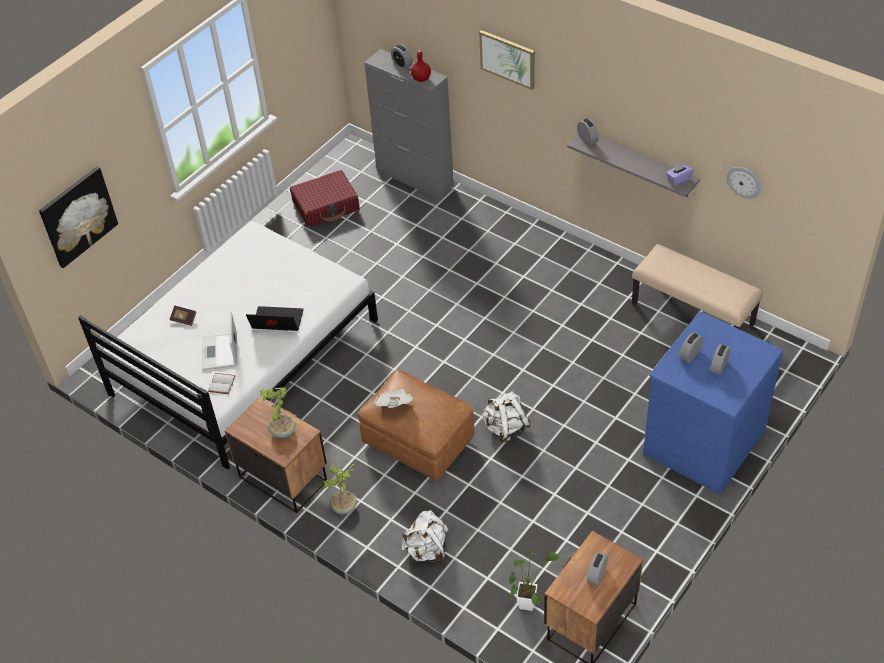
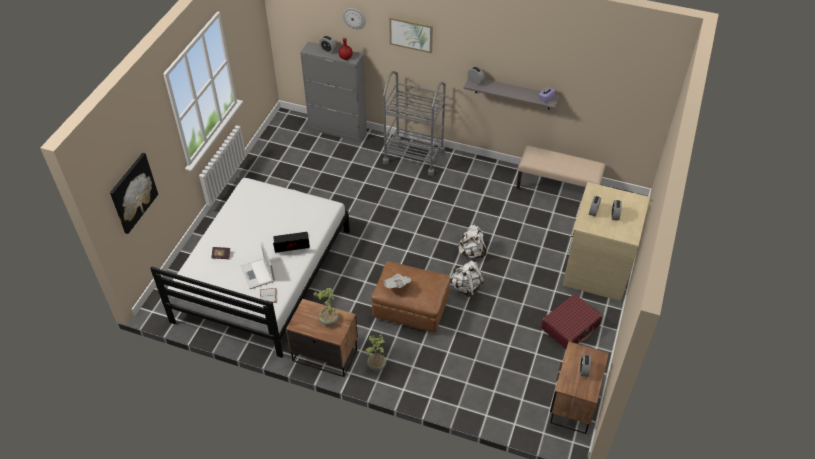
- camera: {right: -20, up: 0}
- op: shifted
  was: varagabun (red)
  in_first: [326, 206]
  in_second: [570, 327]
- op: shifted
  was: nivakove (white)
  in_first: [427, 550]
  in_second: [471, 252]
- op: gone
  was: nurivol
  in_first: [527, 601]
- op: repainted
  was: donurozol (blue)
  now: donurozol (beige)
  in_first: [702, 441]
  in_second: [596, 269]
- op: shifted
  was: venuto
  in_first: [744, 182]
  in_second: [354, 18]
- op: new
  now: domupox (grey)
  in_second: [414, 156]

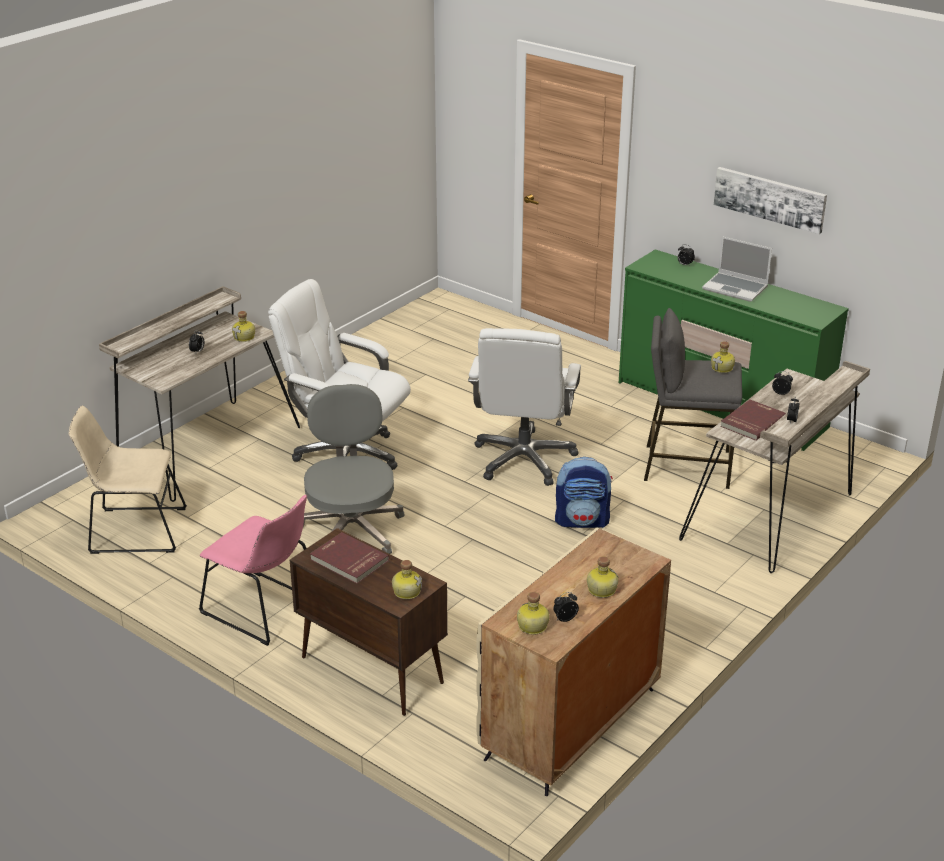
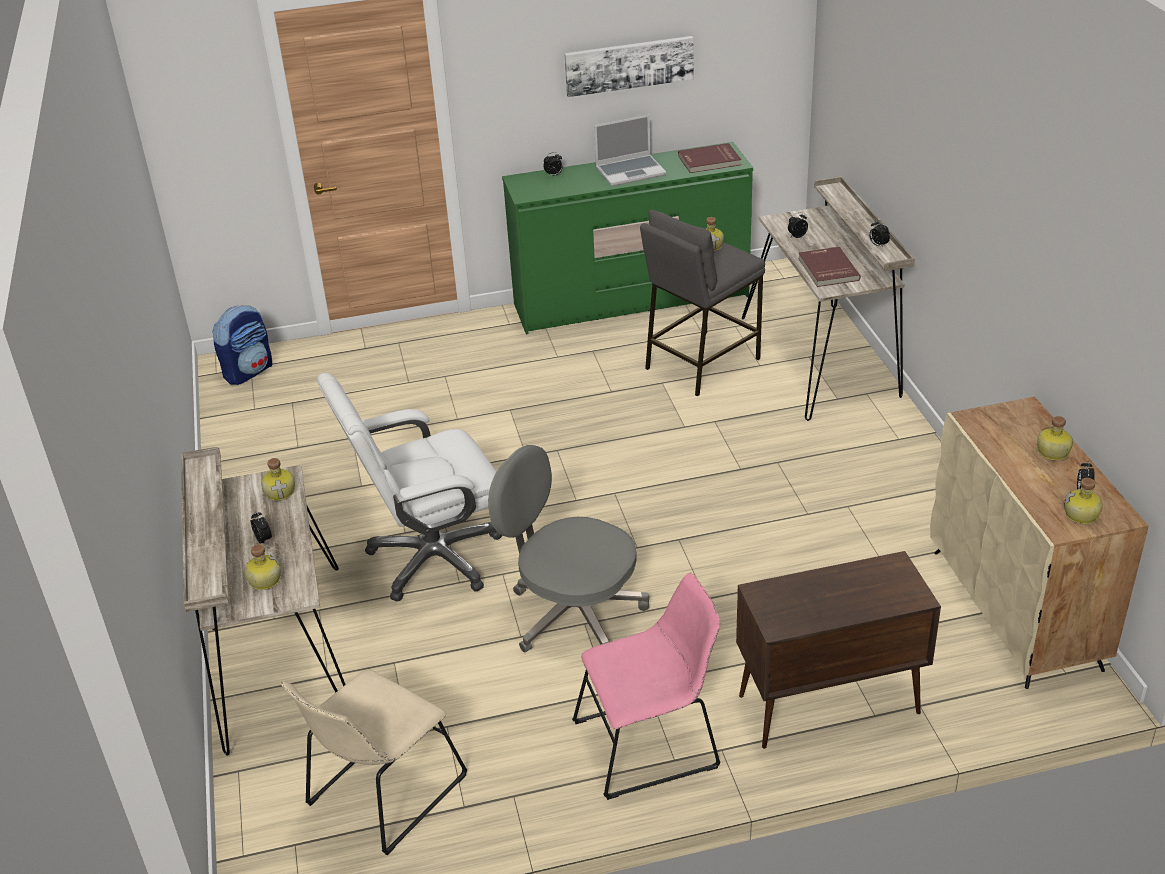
- camera: {right: -50, up: 5}
- op: shifted
  was: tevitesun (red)
  in_first: [348, 561]
  in_second: [709, 161]
- op: shifted
  was: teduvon
  in_first: [406, 591]
  in_second: [264, 580]
- op: gone
  was: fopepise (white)
  in_first: [524, 459]
- op: shifted
  was: nivakove
  in_first: [582, 521]
  in_second: [249, 371]

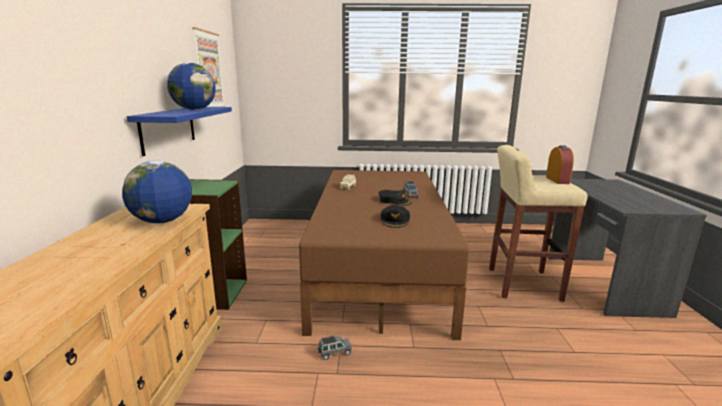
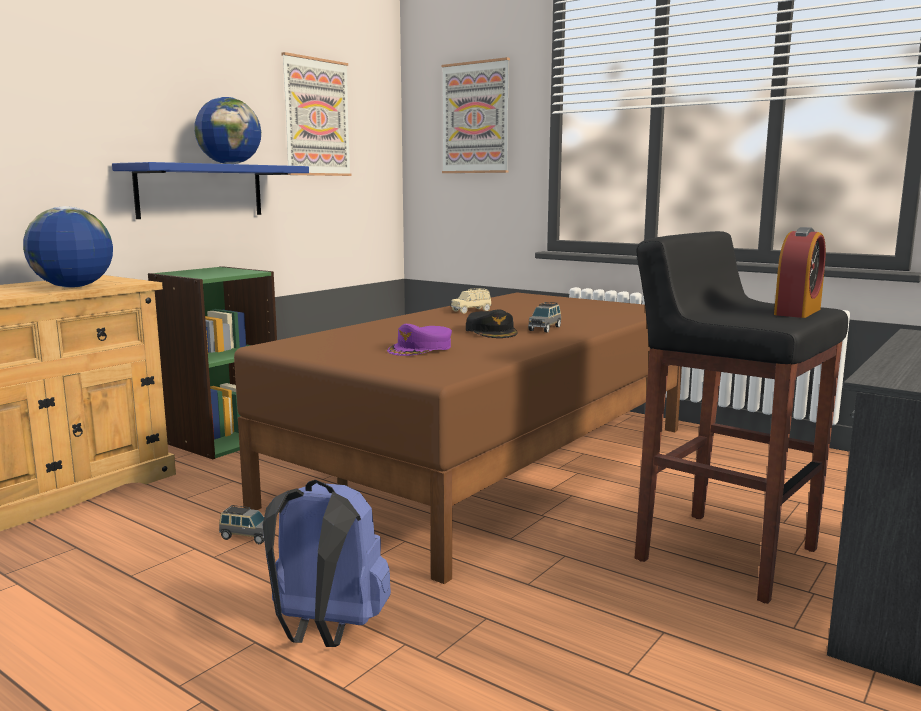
- camera: {right: 35, up: -5}
- op: repainted
  was: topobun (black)
  now: topobun (purple)
  in_first: [395, 220]
  in_second: [420, 349]
- op: repainted
  was: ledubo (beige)
  now: ledubo (black)
  in_first: [522, 284]
  in_second: [723, 553]
- op: new
  now: nivakove (blue)
  in_second: [325, 631]
- op: new
  now: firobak
  in_second: [475, 118]

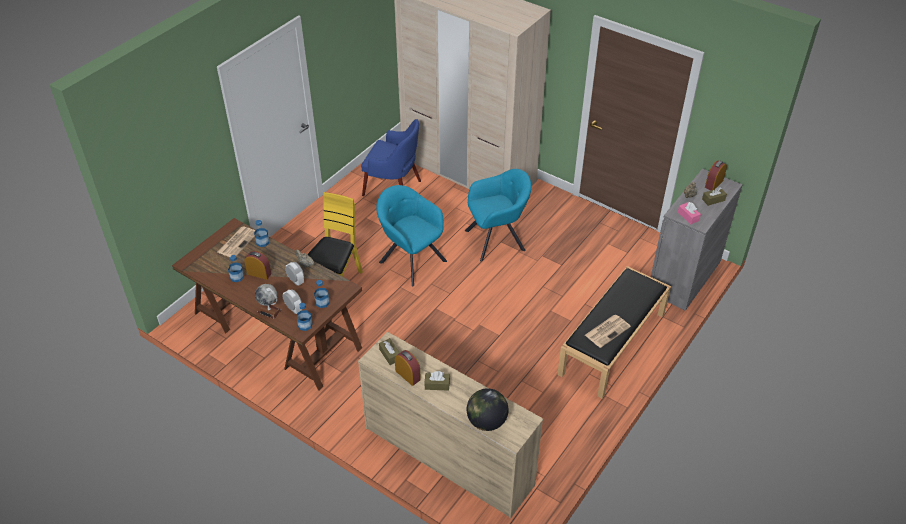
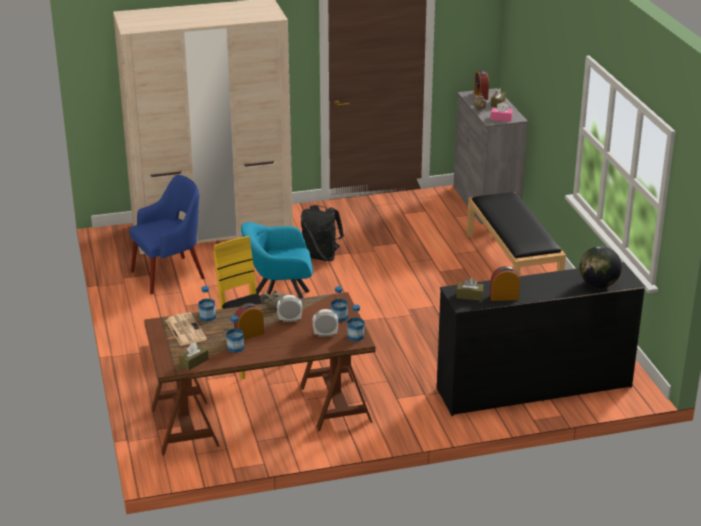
- camera: {right: -50, up: -15}
- op: gone
  was: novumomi
  in_first: [269, 311]
- op: repainted
  was: donurozol (beige)
  now: donurozol (black)
  in_first: [448, 455]
  in_second: [533, 387]
- op: shifted
  was: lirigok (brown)
  in_first: [437, 385]
  in_second: [194, 362]
- op: swapped
  was: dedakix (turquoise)
  now: nivakove (black)
  in_first: [497, 239]
  in_second: [321, 256]
- op: gone
  was: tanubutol
  in_first: [607, 330]

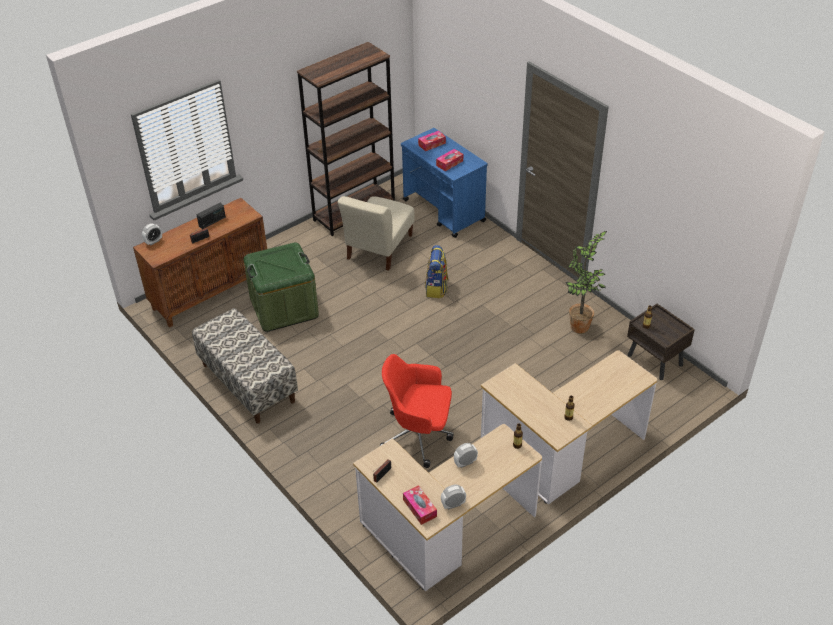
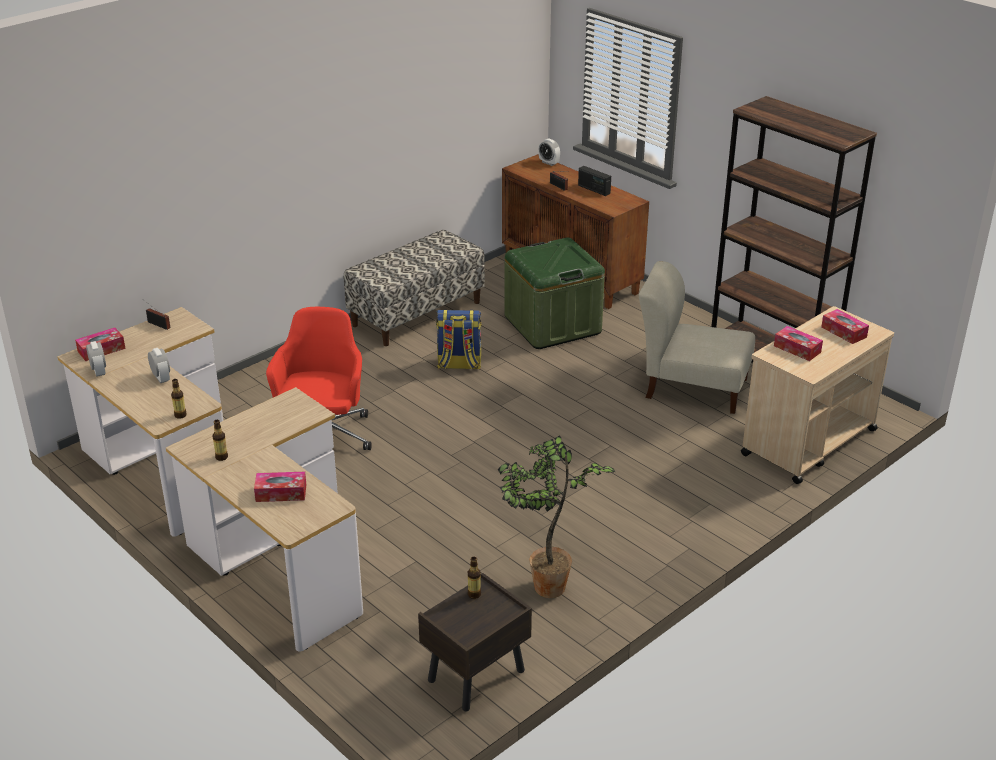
- camera: {right: 85, up: -10}
- op: repainted
  was: domupox (blue)
  now: domupox (beige)
  in_first: [444, 211]
  in_second: [808, 442]
- op: shifted
  was: nivakove
  in_first: [436, 288]
  in_second: [459, 365]
- op: new
  now: lirigok
  in_second: [281, 493]

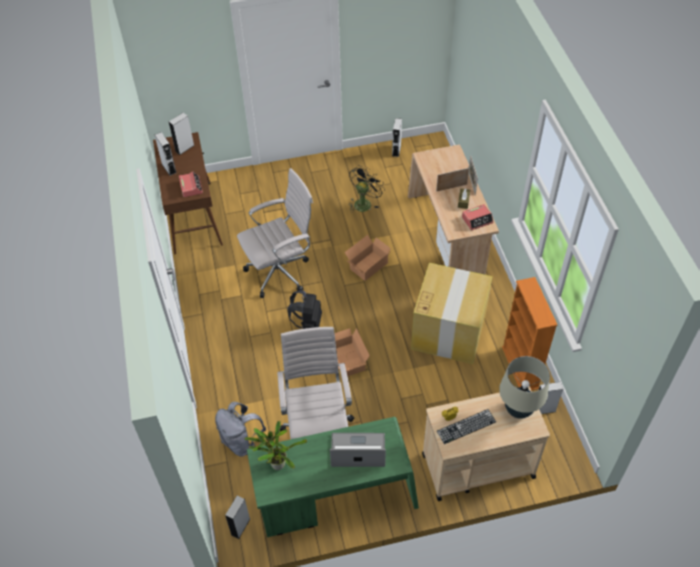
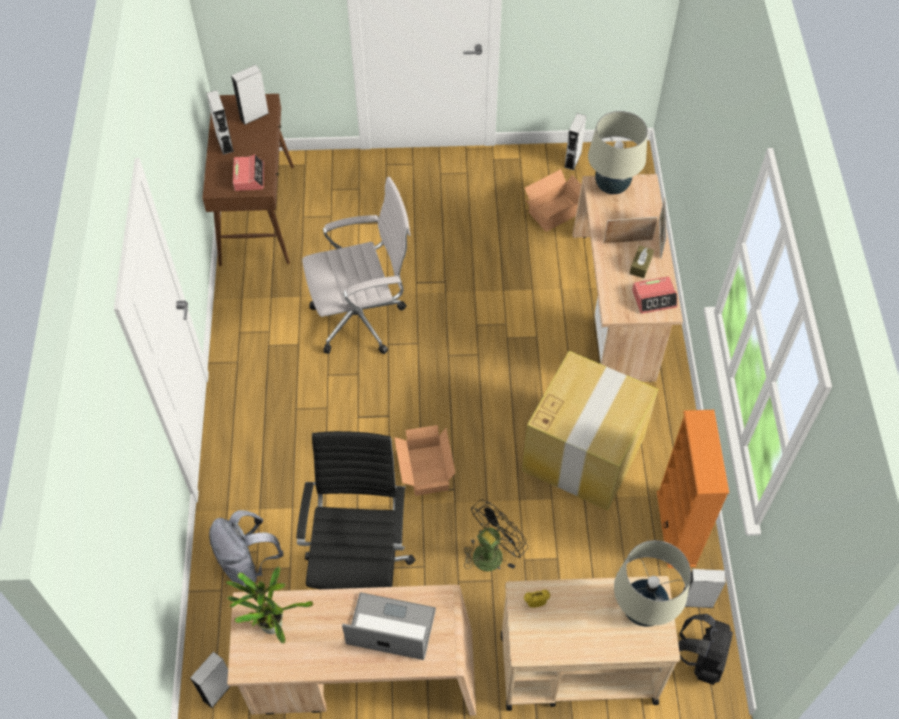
- camera: {right: 10, up: 5}
- op: repainted
  was: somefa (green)
  now: somefa (beige)
  in_first: [336, 499]
  in_second: [362, 677]
- op: repainted
  was: fopepise (white)
  now: fopepise (black)
  in_first: [318, 431]
  in_second: [359, 569]
- op: shifted
  was: nivakove (black)
  in_first: [308, 324]
  in_second: [701, 659]
- op: shifted
  was: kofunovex
  in_first: [367, 265]
  in_second: [553, 212]
- op: shifted
  was: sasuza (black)
  in_first: [364, 202]
  in_second: [491, 551]
- op: gone
  was: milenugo
  in_first: [466, 426]
- op: new
  now: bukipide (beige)
  in_second: [611, 186]

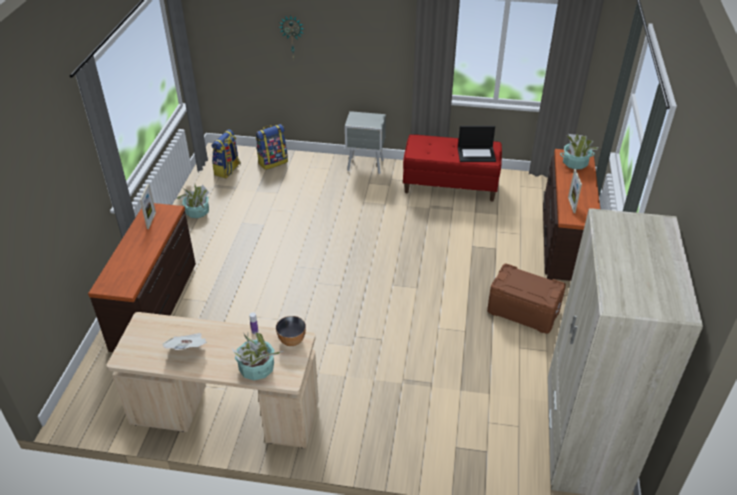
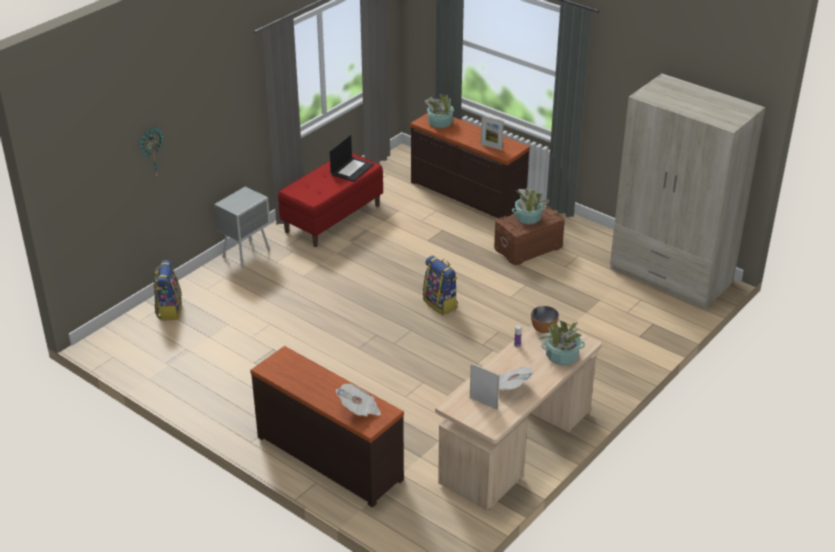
- camera: {right: -60, up: -5}
- op: shifted
  was: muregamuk
  in_first: [151, 220]
  in_second: [483, 403]
- op: shifted
  was: nurivol
  in_first: [197, 212]
  in_second: [528, 218]
- op: shifted
  was: nivakove
  in_first: [228, 170]
  in_second: [441, 304]
- op: new
  now: tanubutol
  in_second: [359, 410]

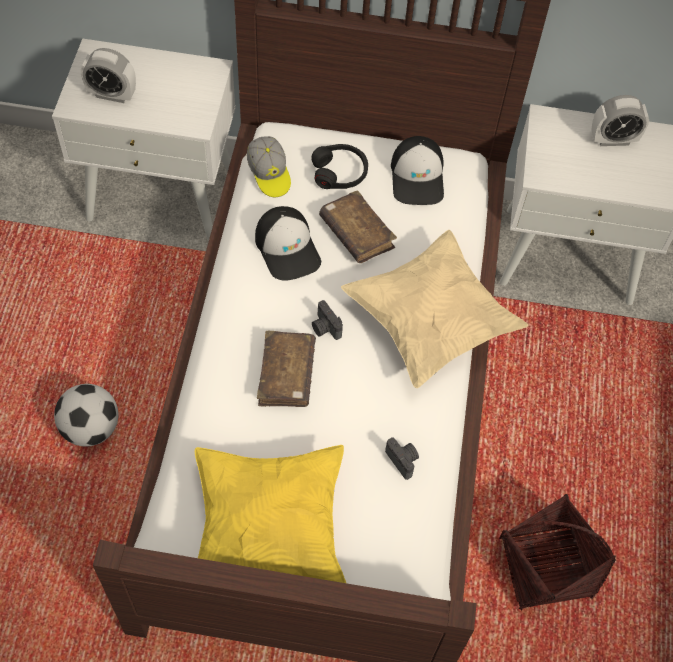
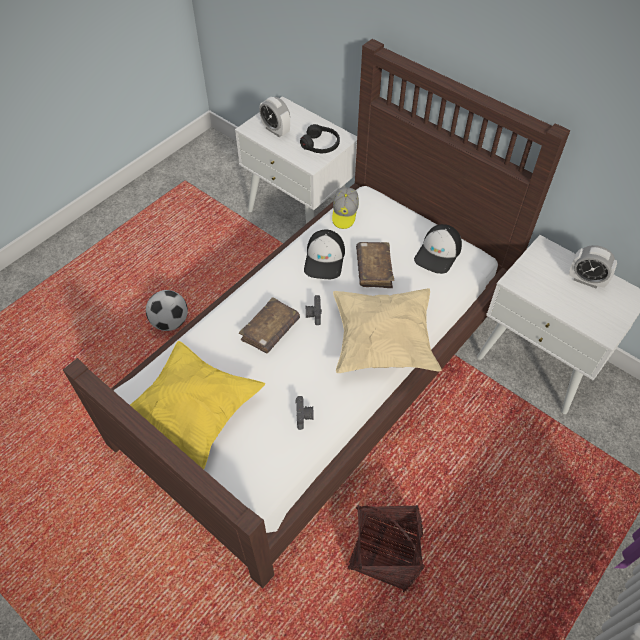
- camera: {right: 35, up: -5}
- op: shifted
  was: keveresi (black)
  in_first: [339, 172]
  in_second: [320, 145]

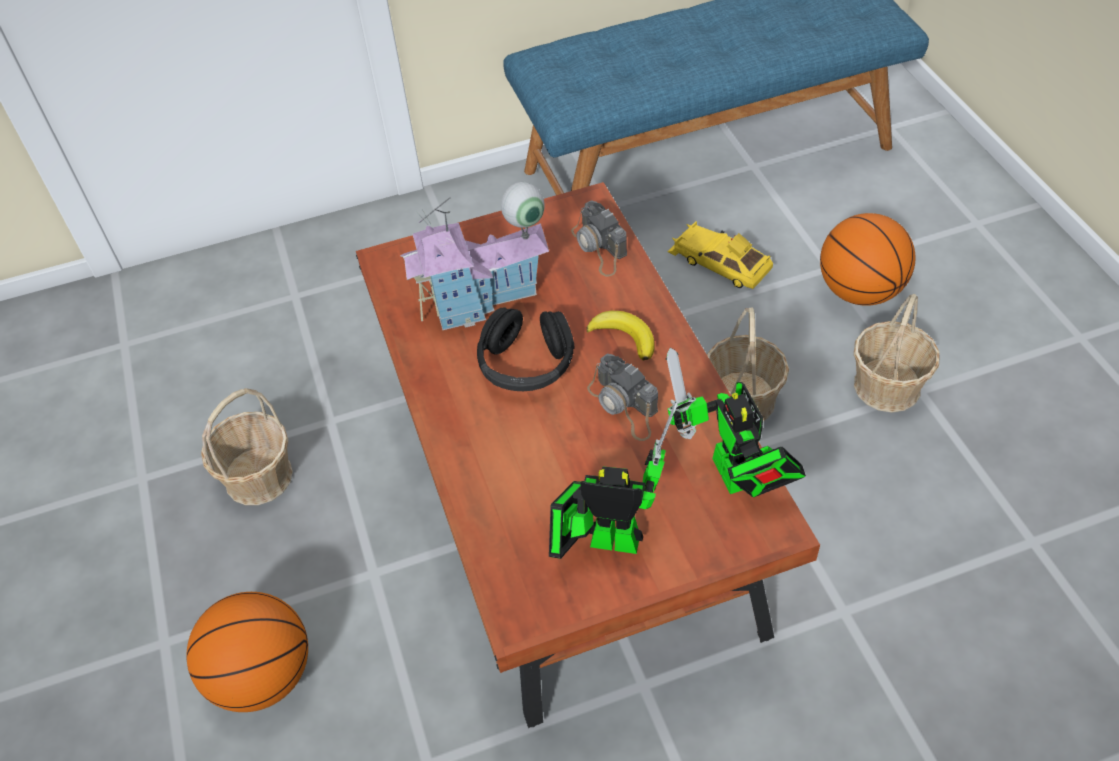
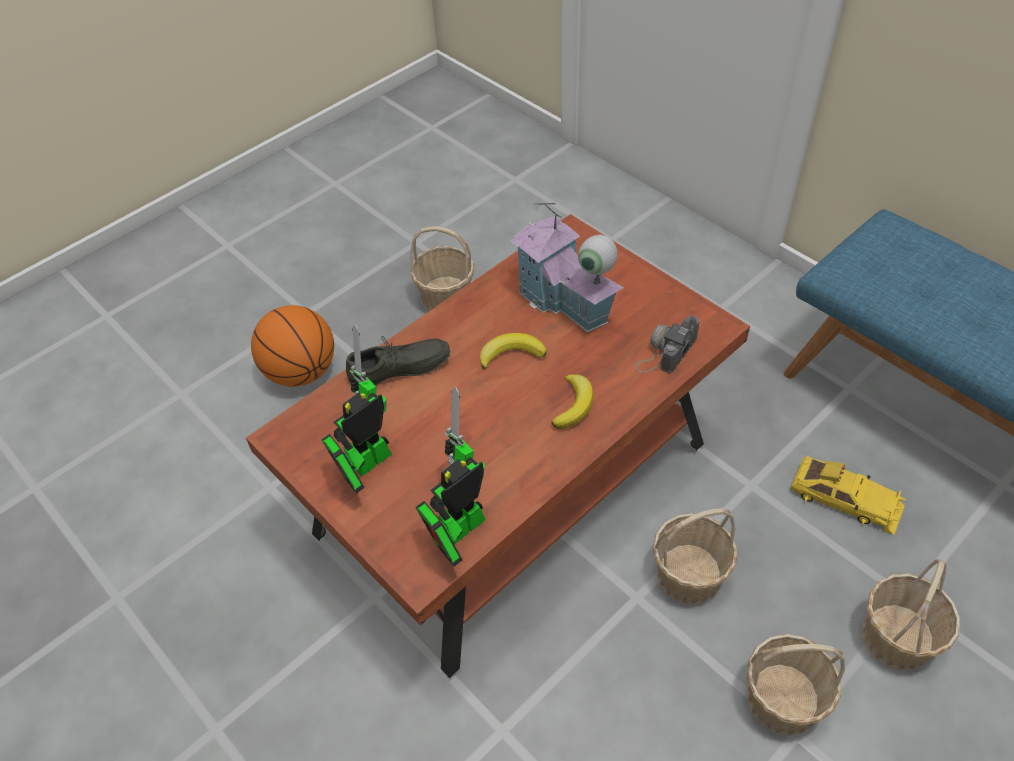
- camera: {right: 65, up: 0}
- op: swapped
  was: keveresi (black)
  now: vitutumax
  in_first: [526, 364]
  in_second: [511, 353]
- op: rotated
  was: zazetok
  in_first: [606, 539]
  in_second: [365, 464]
  clockwise: -120
- op: gone
  was: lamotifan
  in_first: [624, 405]
- op: rotated
  was: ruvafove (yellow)
  in_first: [719, 262]
  in_second: [845, 499]
  clockwise: 105
- op: swapped
  was: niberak
  now: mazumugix
  in_first: [859, 291]
  in_second: [896, 637]
- op: new
  now: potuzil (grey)
  in_second: [401, 371]

